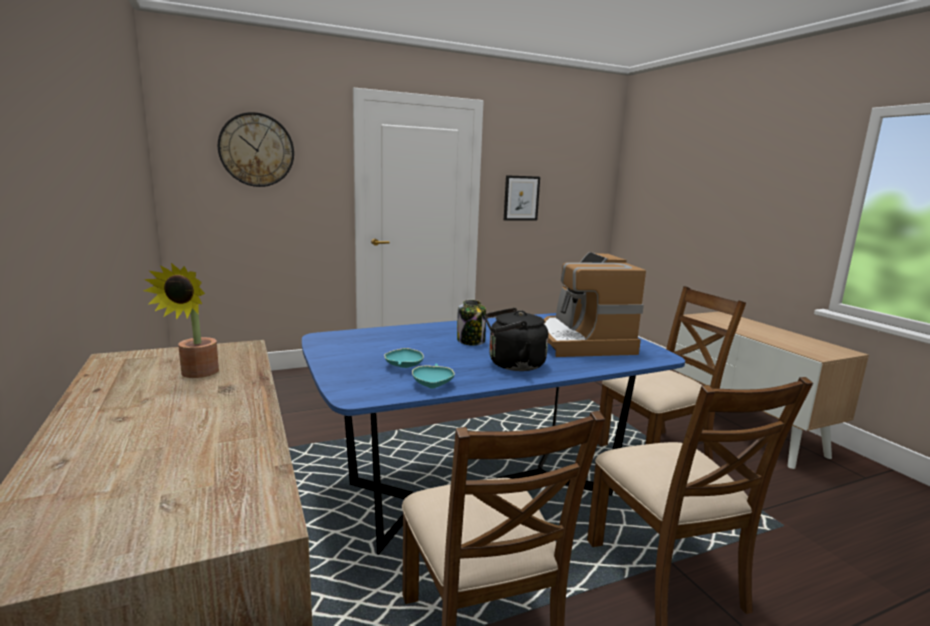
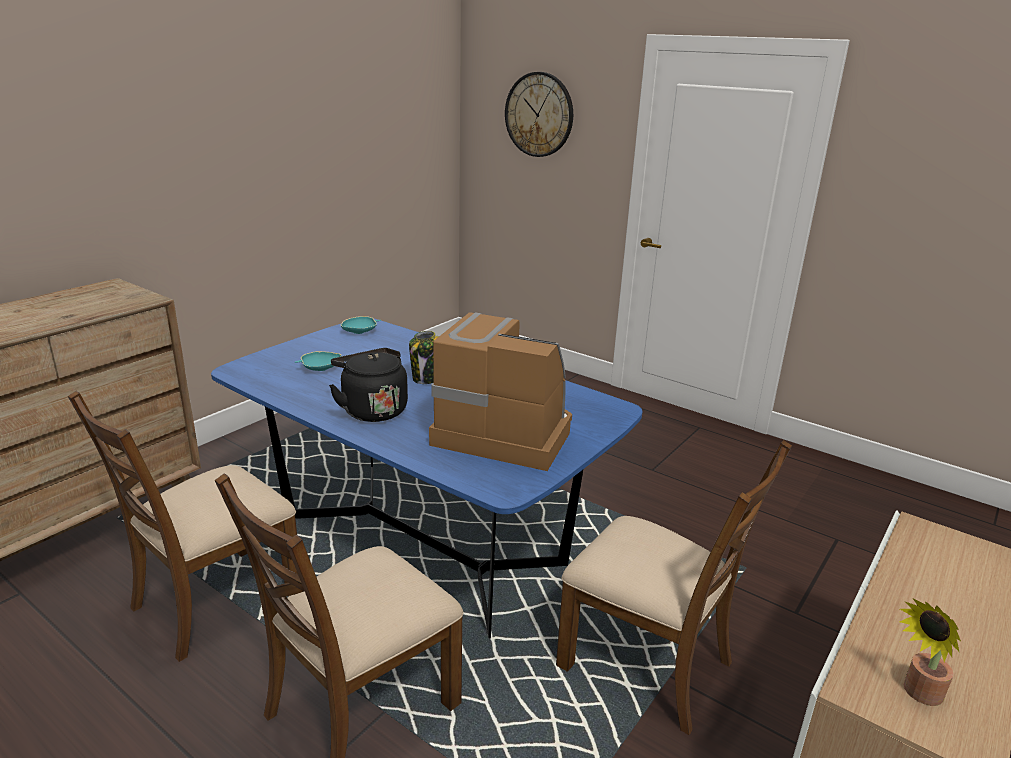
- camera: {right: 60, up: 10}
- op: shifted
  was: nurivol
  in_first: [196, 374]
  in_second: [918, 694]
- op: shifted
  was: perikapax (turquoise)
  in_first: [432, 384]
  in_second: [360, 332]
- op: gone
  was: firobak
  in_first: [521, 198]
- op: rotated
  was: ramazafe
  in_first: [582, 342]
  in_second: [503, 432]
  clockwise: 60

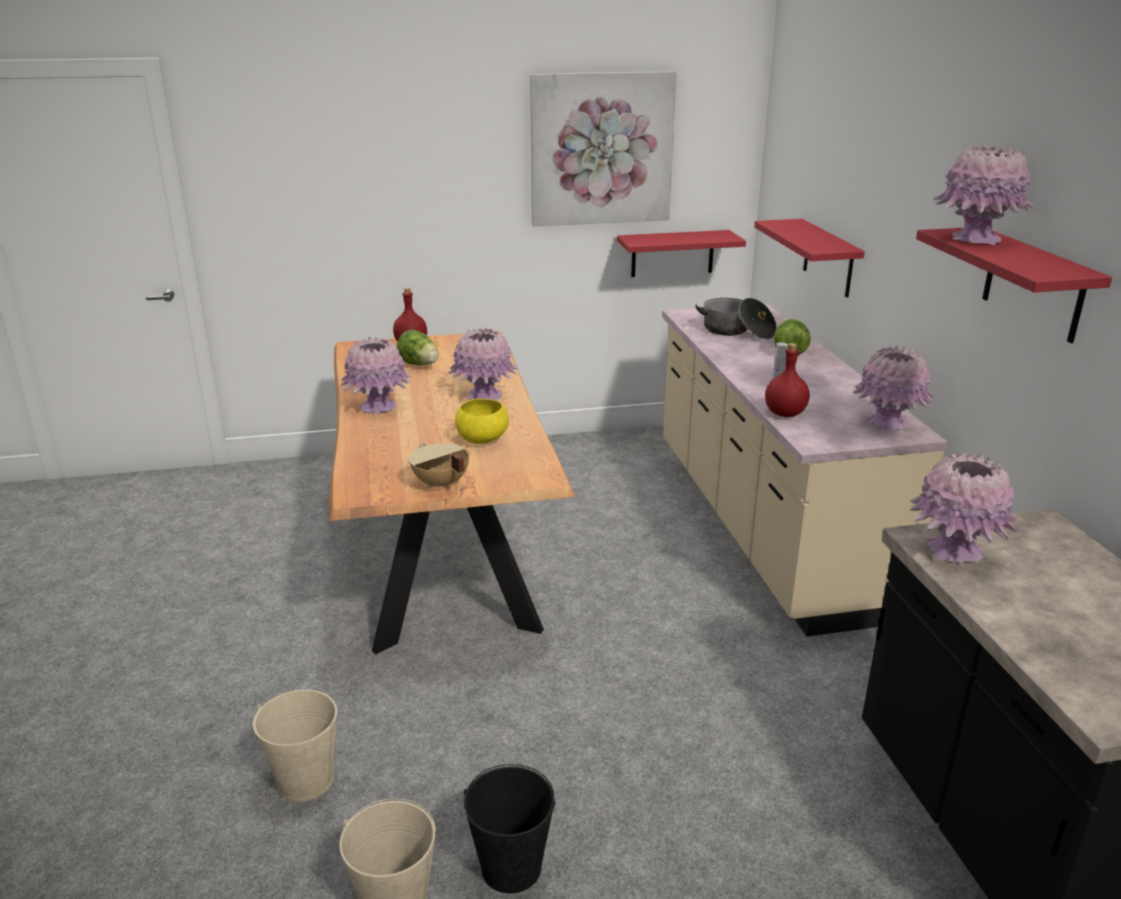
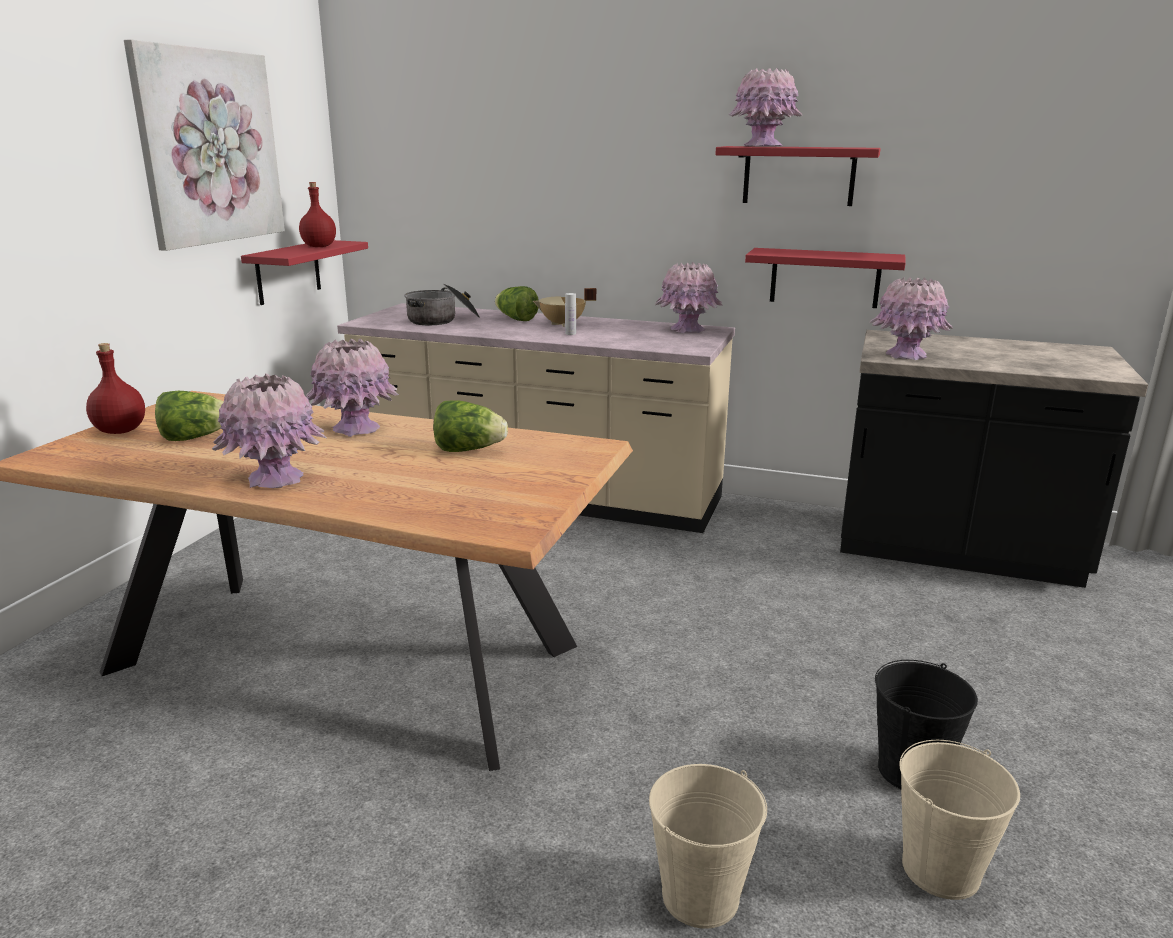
- camera: {right: -60, up: -5}
- op: shifted
  was: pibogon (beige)
  in_first: [440, 484]
  in_second: [563, 324]
- op: swapped
  was: perikapax (yellow)
  now: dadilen
  in_first: [483, 440]
  in_second: [468, 450]
- op: shifted
  was: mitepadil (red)
  in_first: [828, 258]
  in_second: [825, 278]
- op: shifted
  was: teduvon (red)
  in_first: [784, 413]
  in_second: [318, 246]

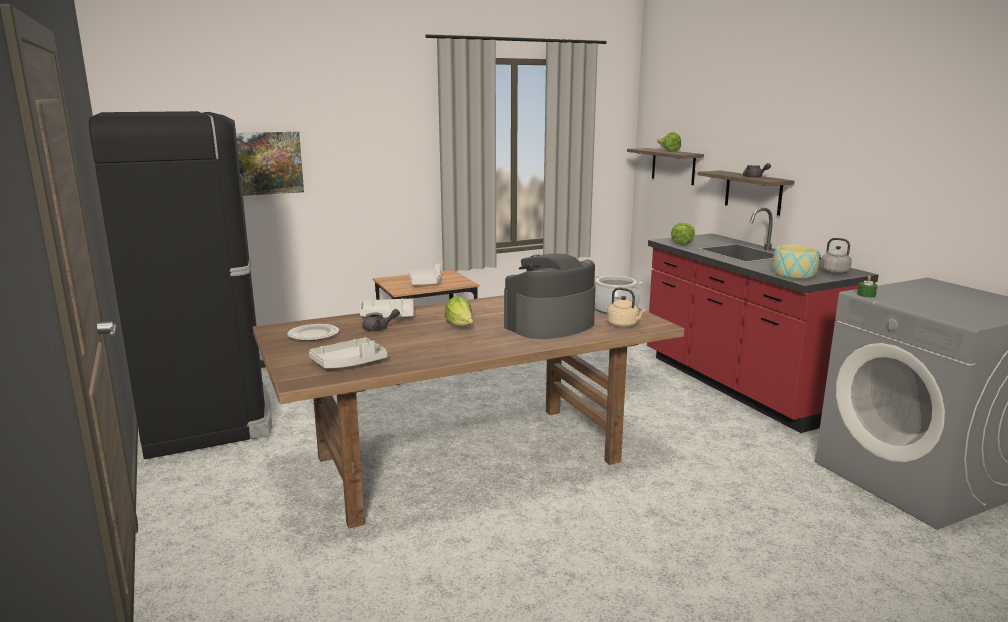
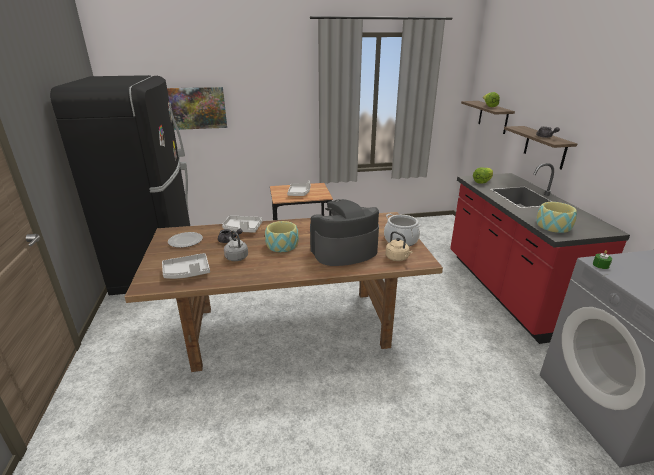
- camera: {right: 15, up: 10}
- op: swapped
  was: dadilen
  now: perikapax
  in_first: [461, 326]
  in_second: [282, 245]
- op: shifted
  was: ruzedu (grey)
  in_first: [832, 272]
  in_second: [236, 257]

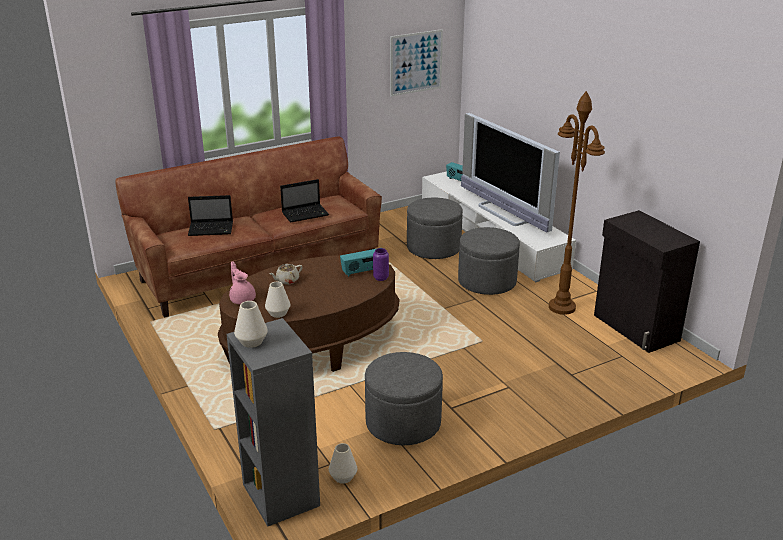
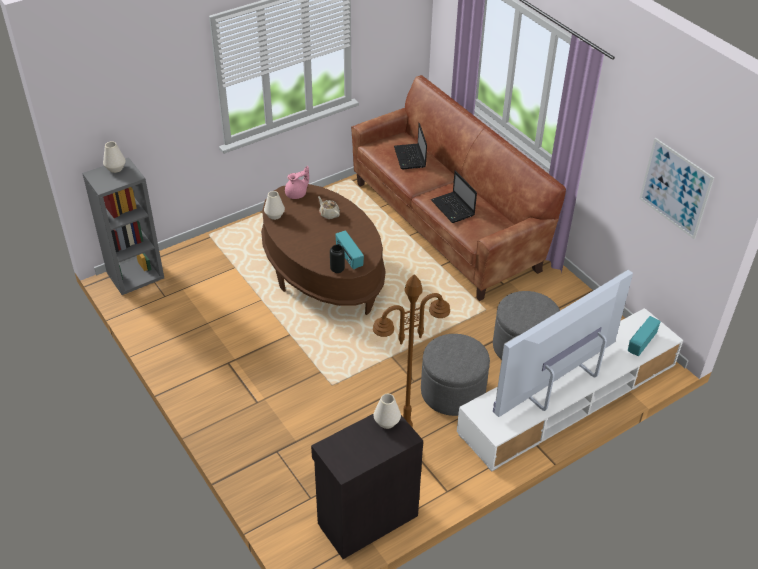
- camera: {right: 85, up: 15}
- op: shifted
  was: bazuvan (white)
  in_first: [343, 477]
  in_second: [386, 422]
- op: gone
  was: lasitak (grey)
  in_first: [403, 423]
- op: repainted
  was: bazuvan (purple)
  now: bazuvan (black)
  in_first: [381, 278]
  in_second: [337, 269]

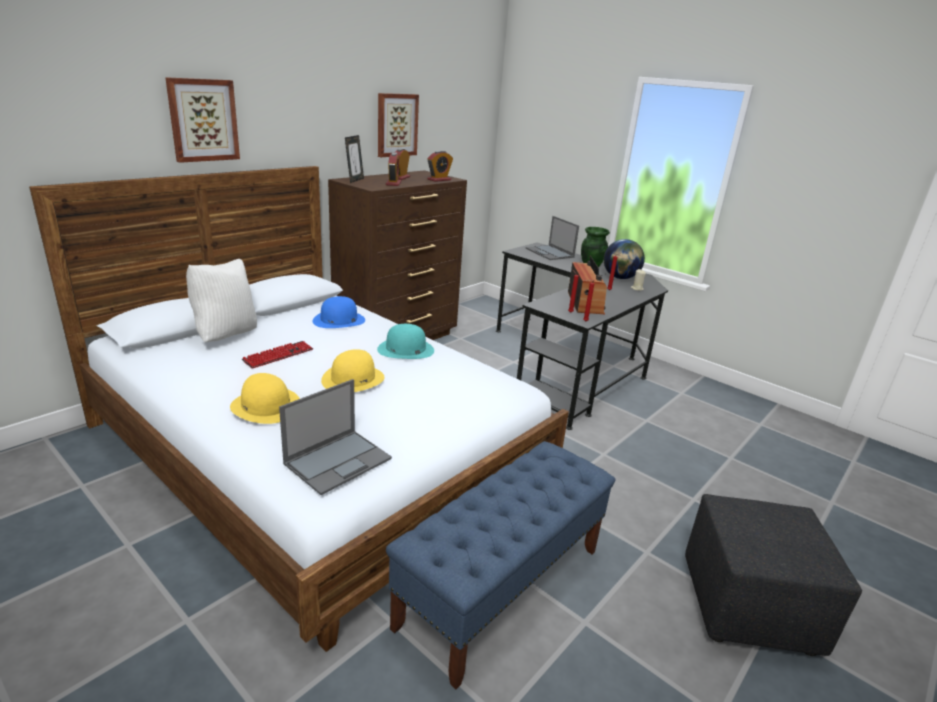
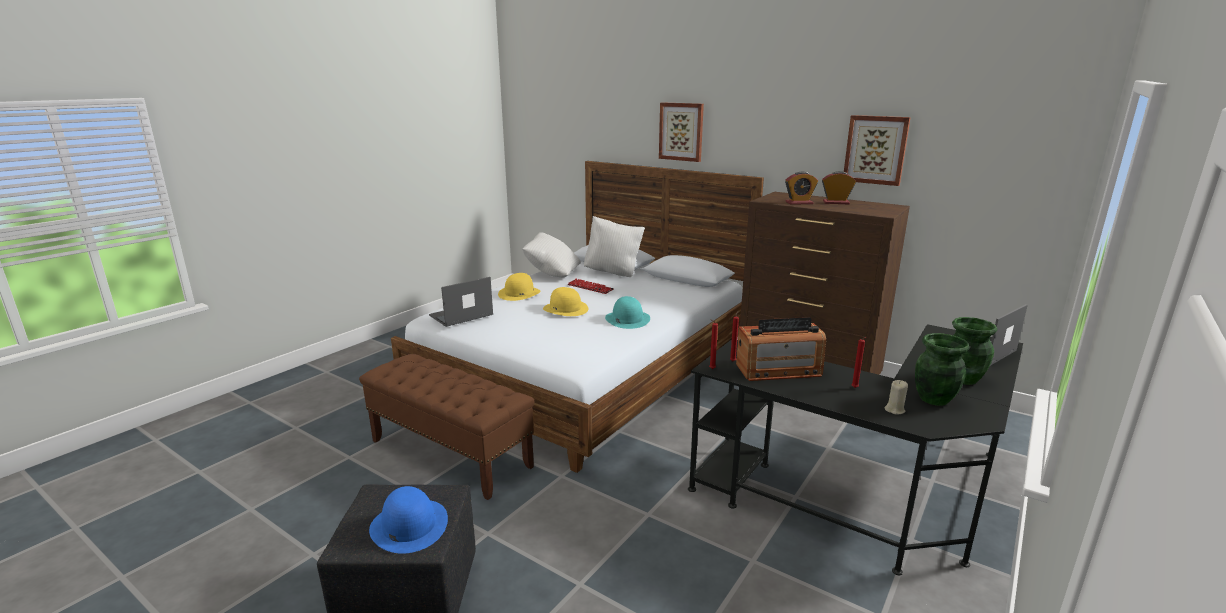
- camera: {right: 85, up: -5}
- op: rotated
  was: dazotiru
  in_first: [339, 460]
  in_second: [460, 315]
  clockwise: 105
- op: shifted
  was: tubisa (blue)
  in_first: [339, 320]
  in_second: [409, 525]
- op: gone
  was: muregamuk
  in_first: [354, 180]
- op: repainted
  was: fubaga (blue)
  now: fubaga (brown)
  in_first: [502, 586]
  in_second: [451, 453]
- op: gone
  was: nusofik
  in_first: [439, 180]
- op: swapped
  was: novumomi
  now: bazuvan (green)
  in_first: [620, 278]
  in_second: [933, 399]
- op: new
  now: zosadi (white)
  in_second: [552, 274]

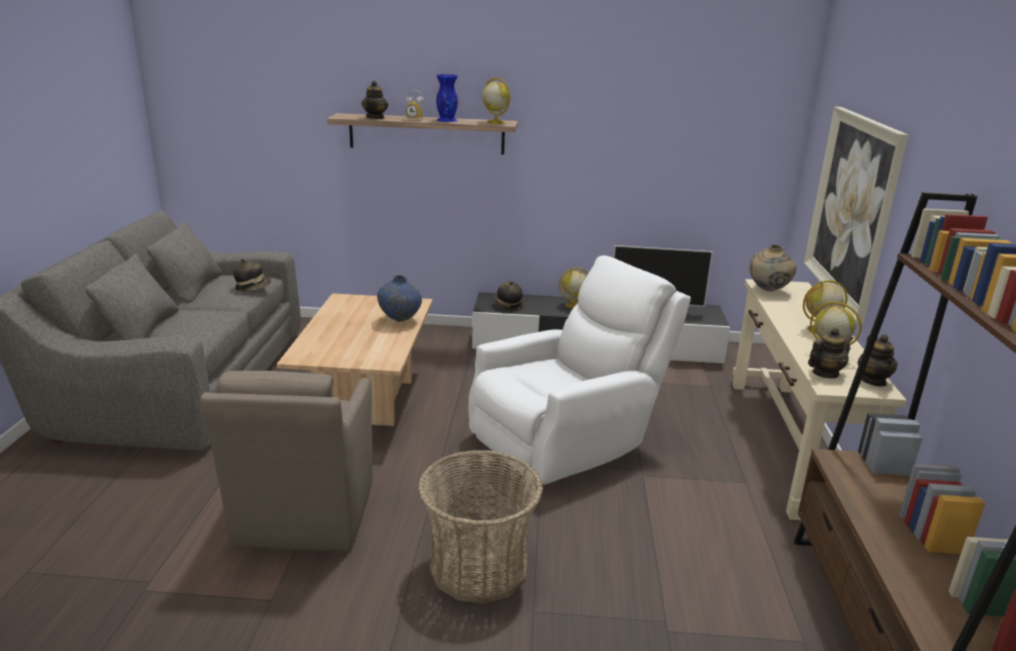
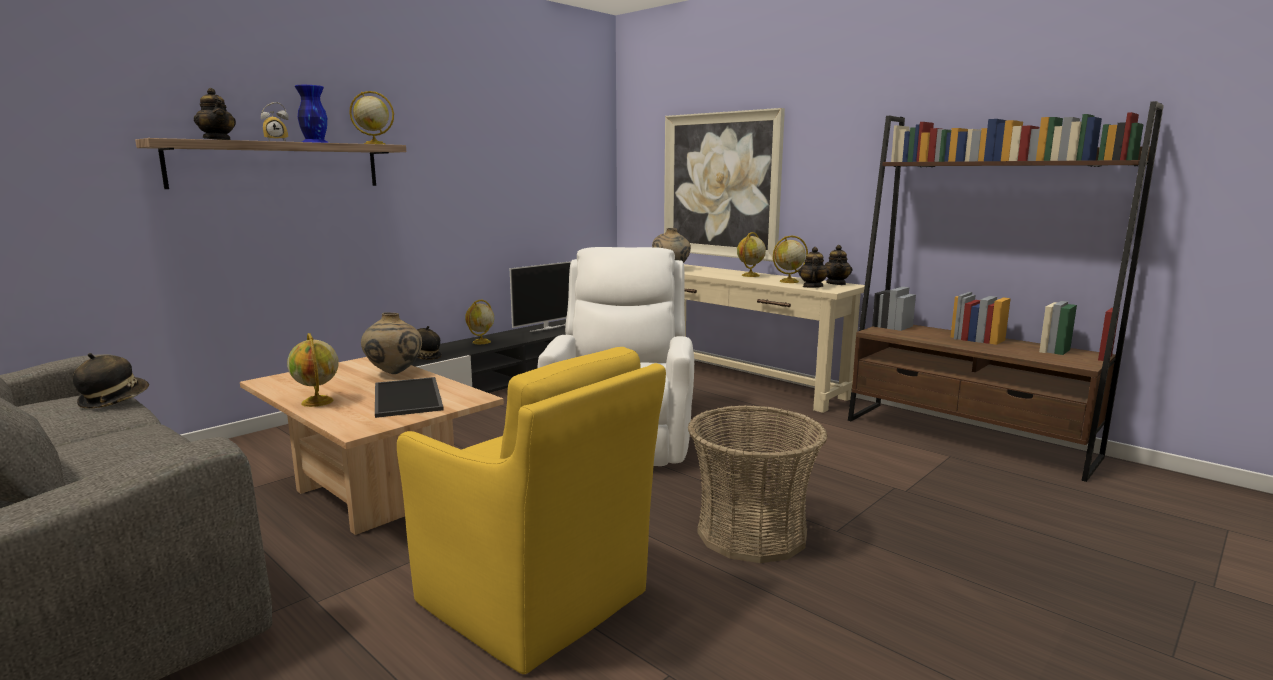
- camera: {right: -50, up: -10}
- op: repainted
  was: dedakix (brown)
  now: dedakix (yellow)
  in_first: [304, 516]
  in_second: [536, 601]
- op: repainted
  was: bazuvan (blue)
  now: bazuvan (beige)
  in_first: [400, 320]
  in_second: [394, 373]
- op: rotated
  was: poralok
  in_first: [873, 380]
  in_second: [836, 283]
  clockwise: 60
- op: new
  now: novumomi
  in_second: [317, 402]
- op: new
  now: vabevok
  in_second: [409, 397]

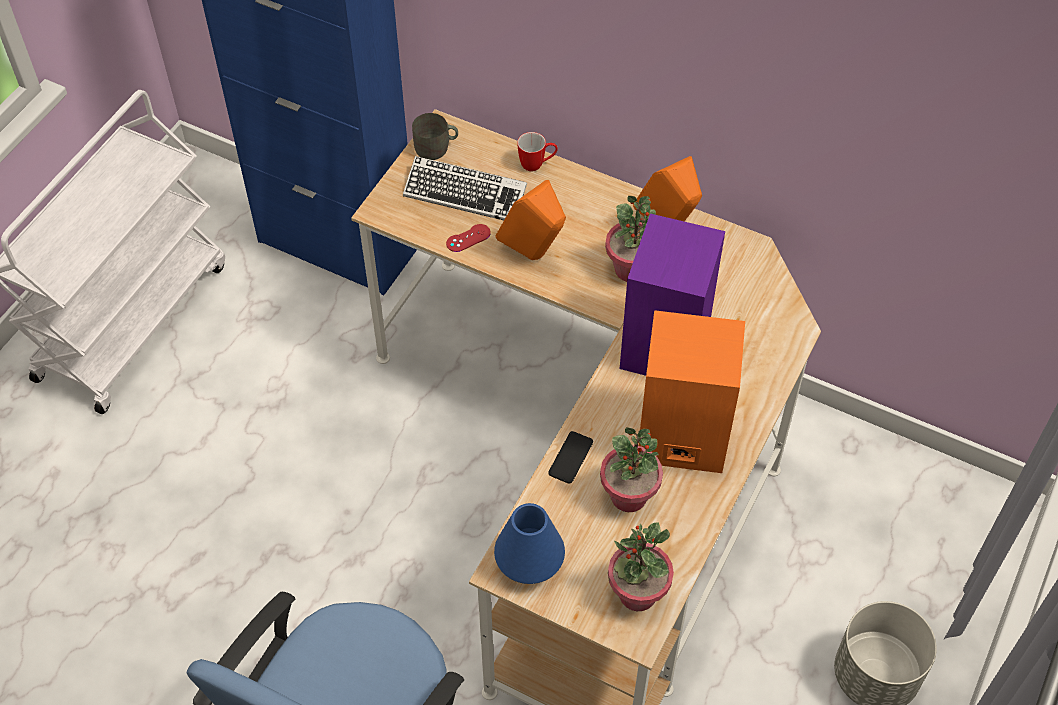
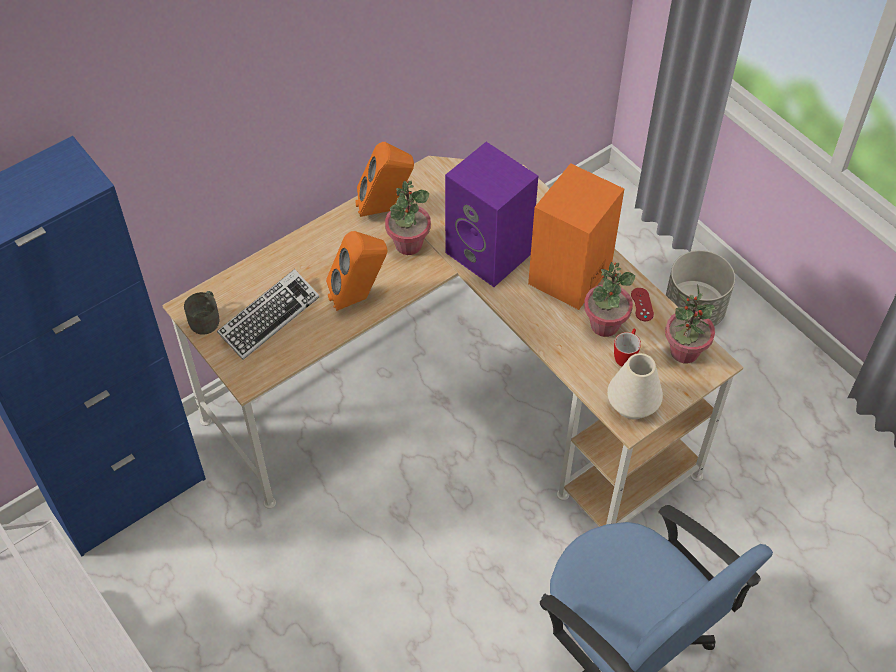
- camera: {right: -65, up: 0}
- op: shifted
  was: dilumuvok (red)
  in_first: [468, 238]
  in_second: [642, 304]
- op: repainted
  was: bazuvan (blue)
  now: bazuvan (white)
  in_first: [529, 563]
  in_second: [632, 405]
- op: shifted
  was: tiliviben
  in_first: [537, 165]
  in_second: [626, 356]
- op: gone
  was: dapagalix
  in_first: [570, 457]

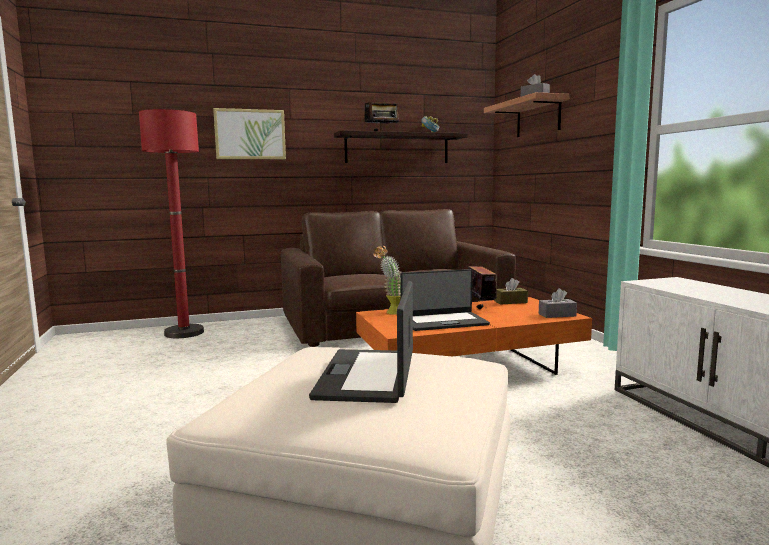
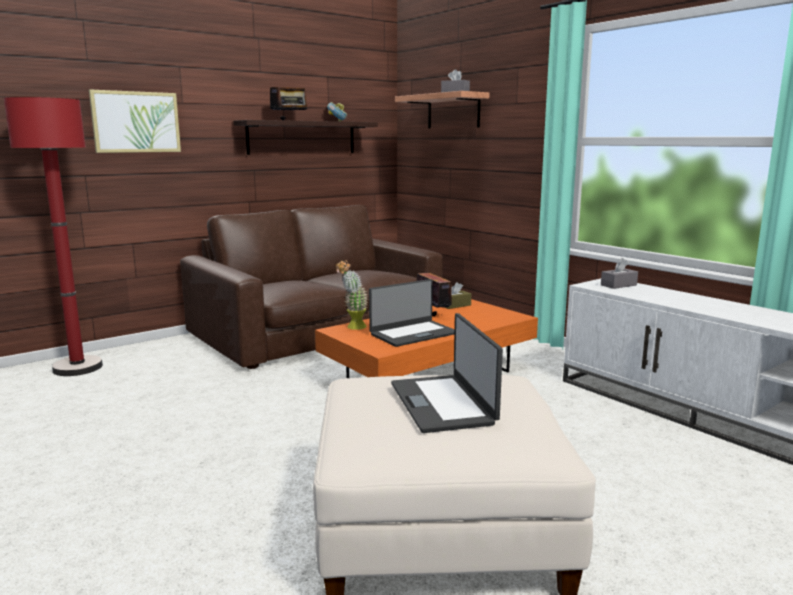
- camera: {right: -20, up: 5}
- op: shifted
  was: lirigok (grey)
  in_first: [557, 315]
  in_second: [618, 285]

